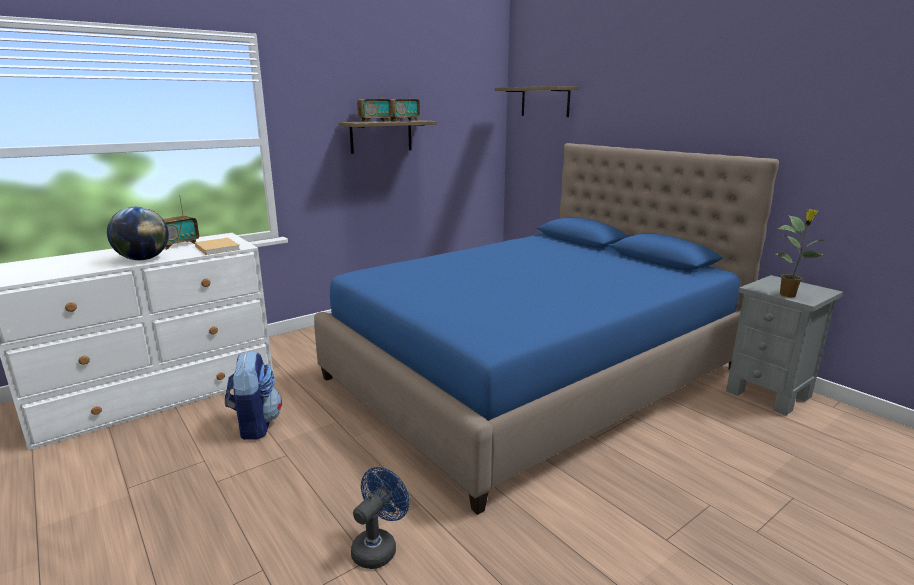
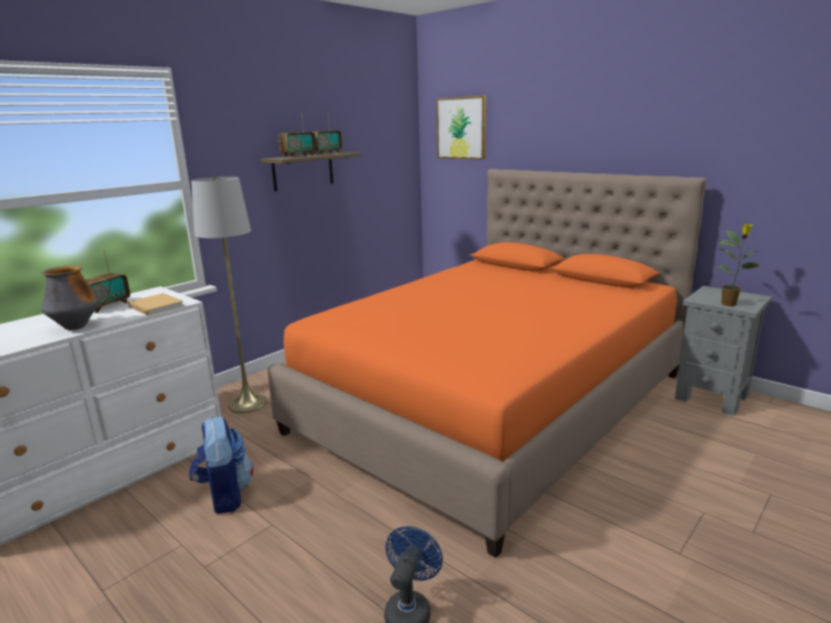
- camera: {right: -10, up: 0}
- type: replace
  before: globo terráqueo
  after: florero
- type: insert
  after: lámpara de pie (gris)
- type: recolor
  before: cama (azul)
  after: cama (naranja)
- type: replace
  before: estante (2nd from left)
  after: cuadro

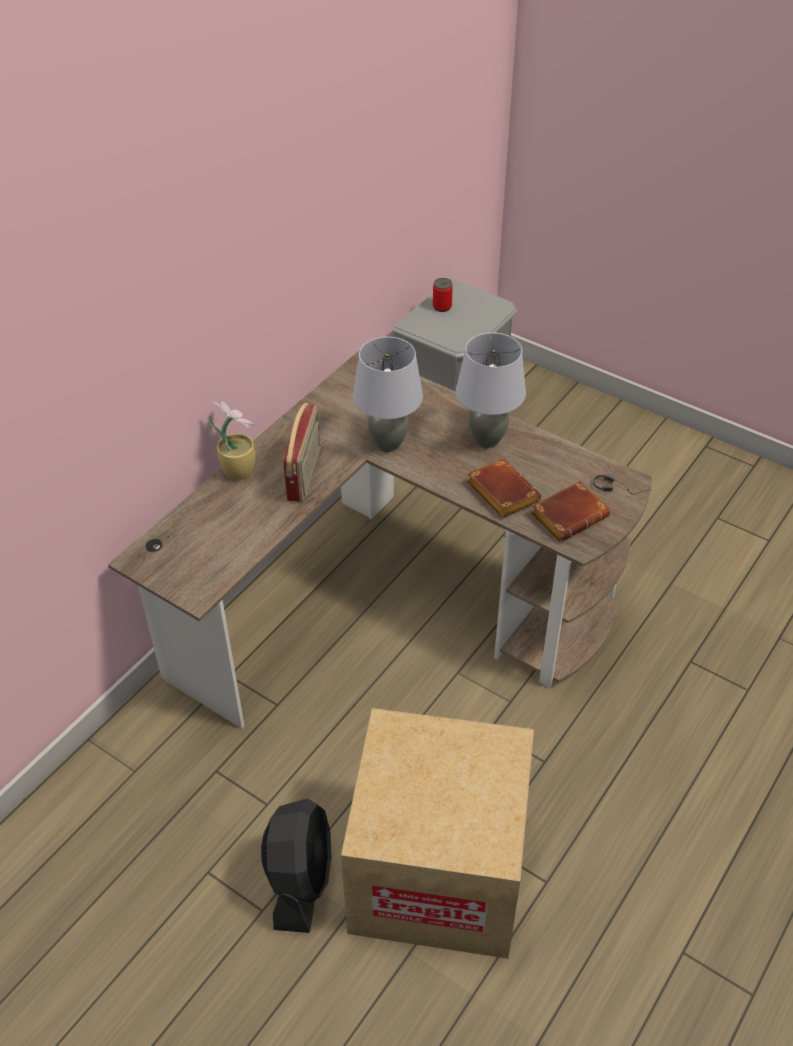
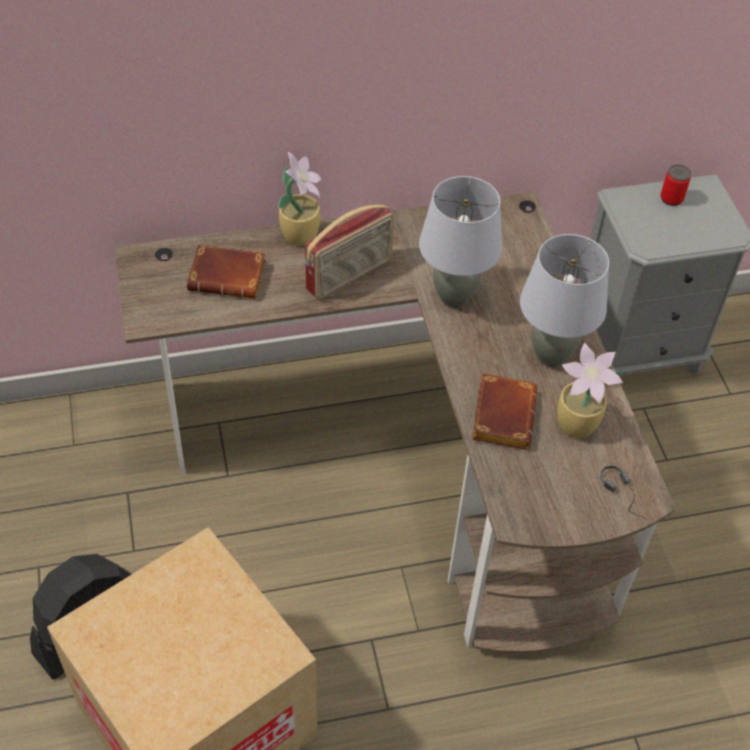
- camera: {right: 40, up: 5}
- type: move
  before: libro (marrón) (2nd from left in the first image)
  after: libro (marrón) (1st from left)
- type: insert
  after: planta en maceta (2nd from left)

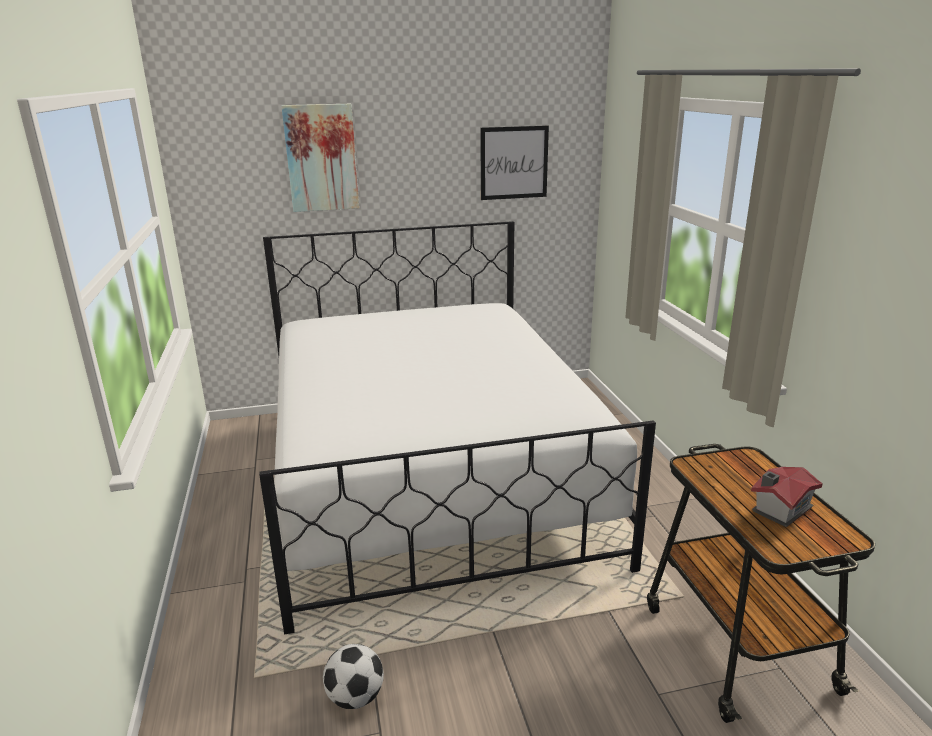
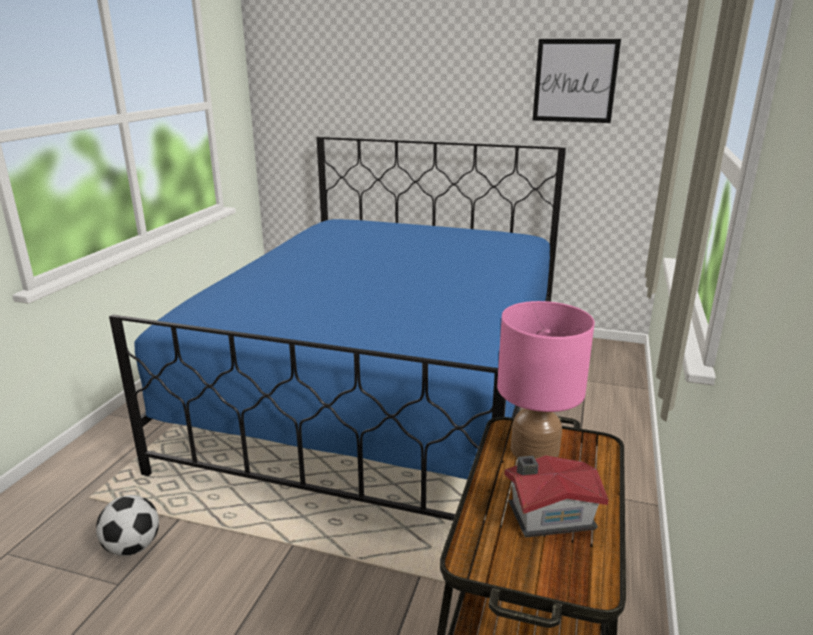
- camera: {right: 30, up: 0}
- type: recolor
  before: cama (blanco)
  after: cama (azul)
- type: insert
  after: lámpara de mesa (rosa)
- type: delete
  before: cuadro (1st from left)

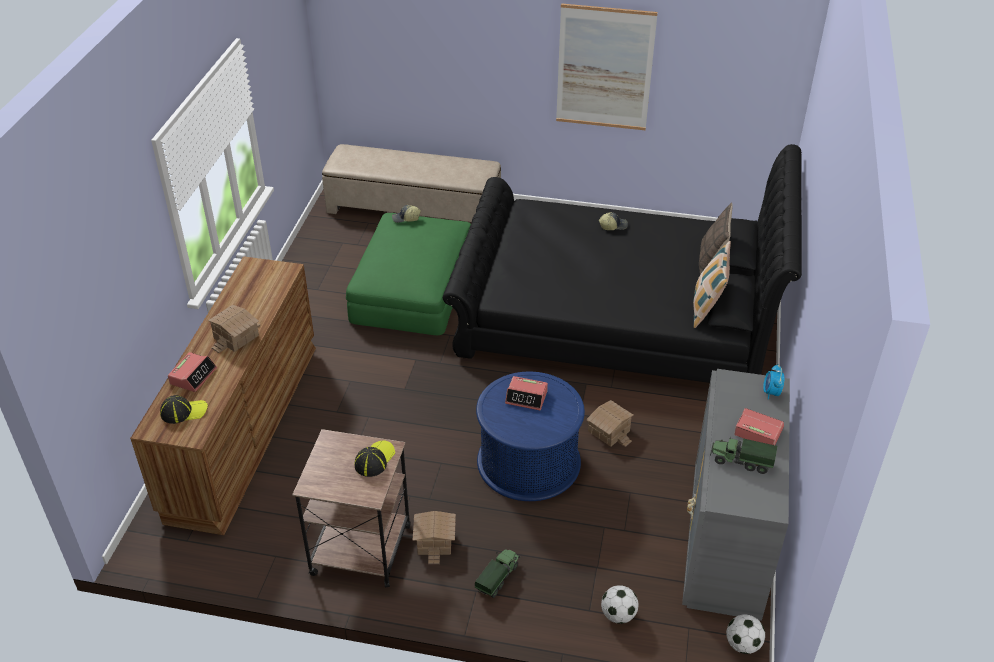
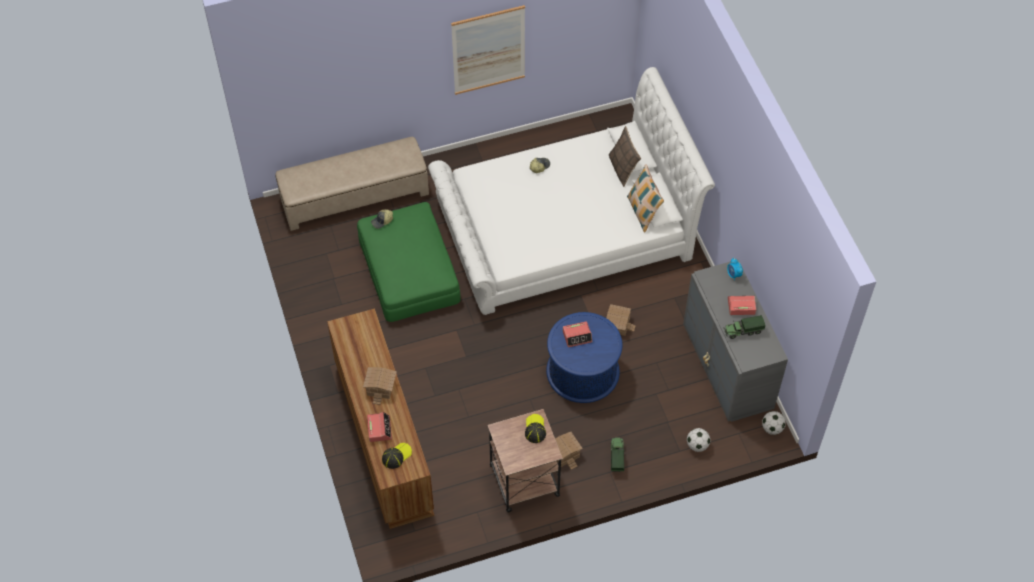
- camera: {right: -30, up: 15}
- type: recolor
  before: cama (negro)
  after: cama (blanco)

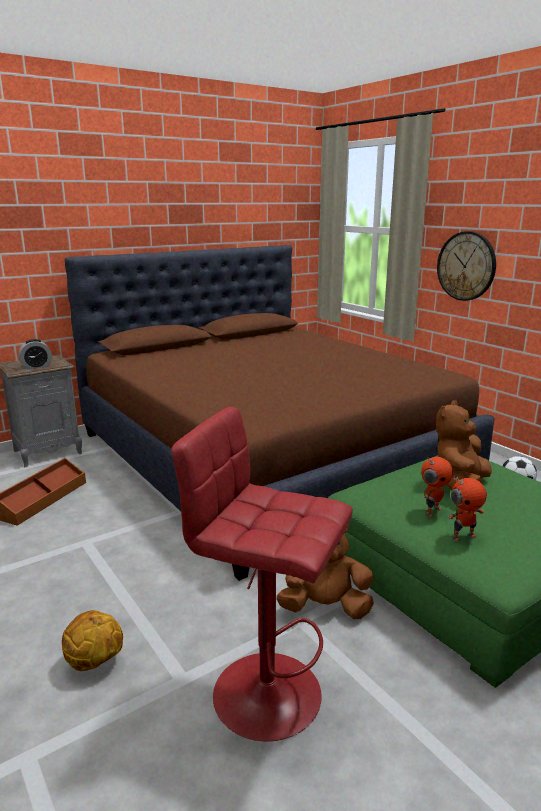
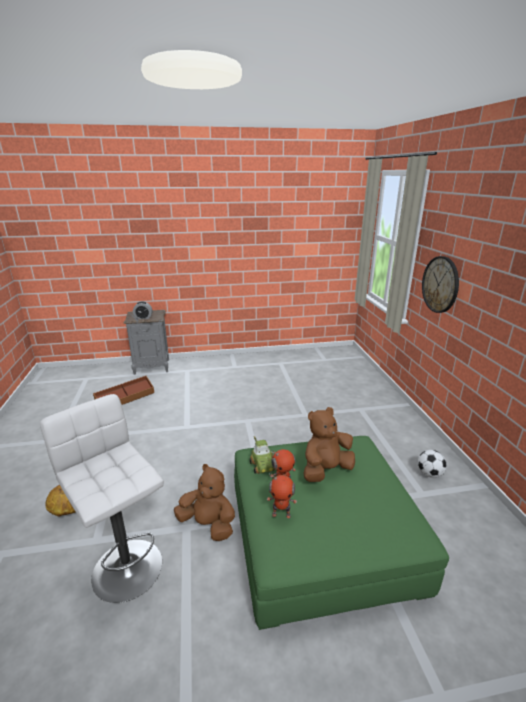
- camera: {right: 25, up: 5}
- type: recolor
  before: taburete (rojo)
  after: taburete (blanco)
- type: insert
  after: coche de juguete
- type: delete
  before: cama (marrón)

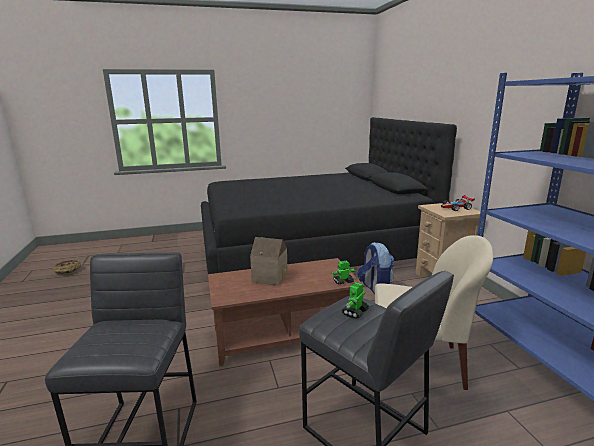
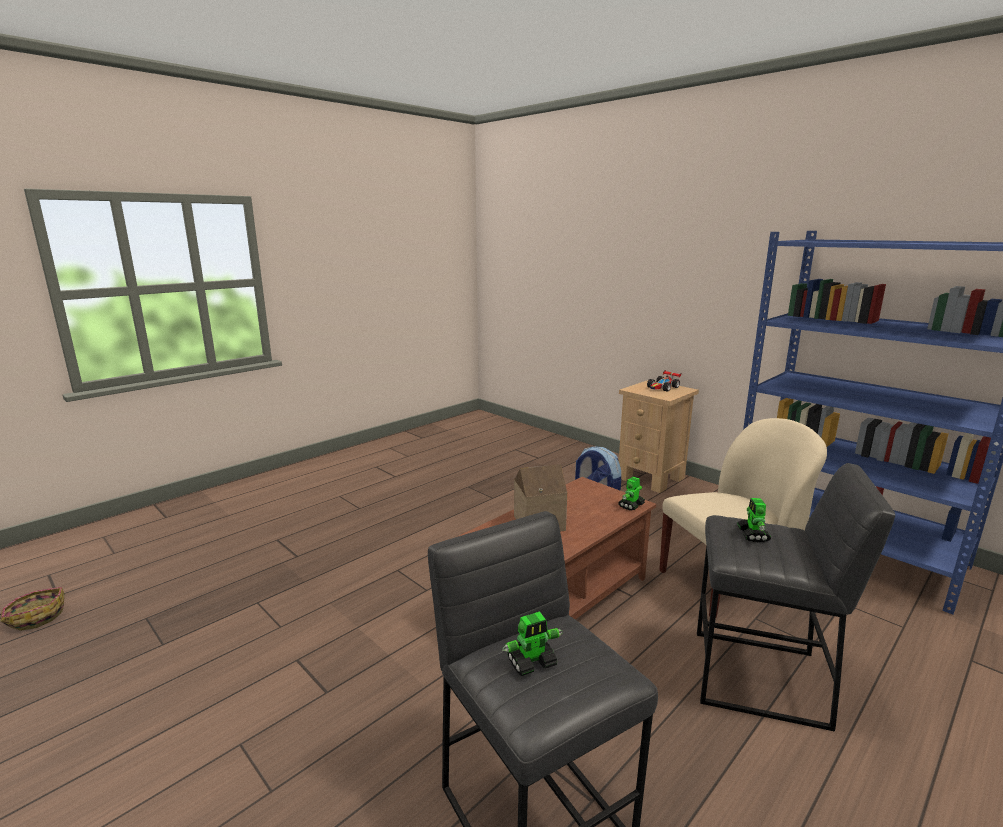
- camera: {right: -30, up: 0}
- type: insert
  after: robot de juguete (1st from left)
- type: delete
  before: cama (negro)

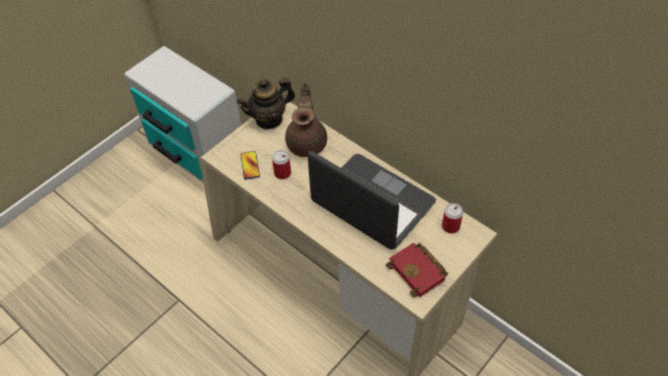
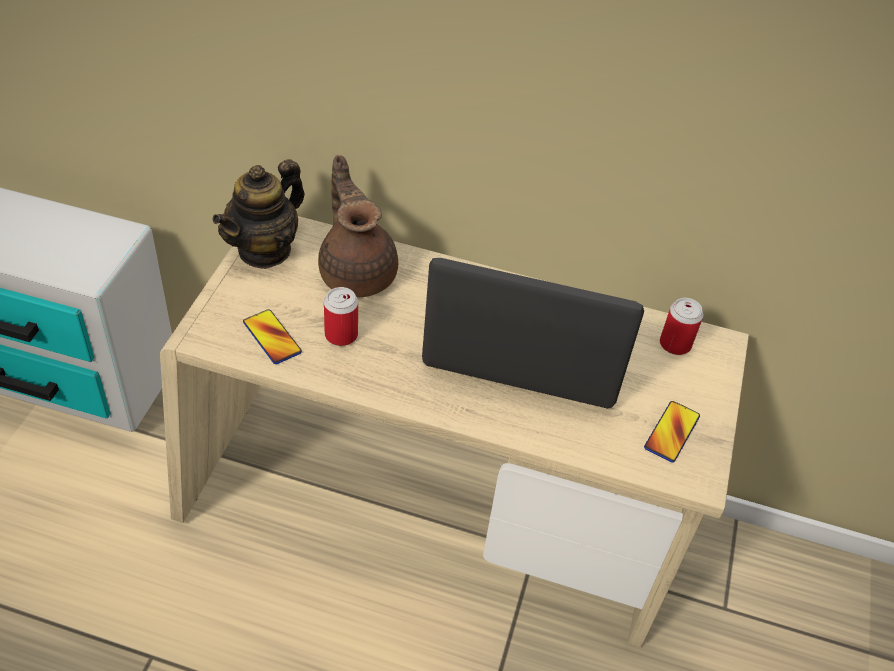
- camera: {right: -30, up: -5}
- type: replace
  before: libro (rojo)
  after: móvil (2nd from left)

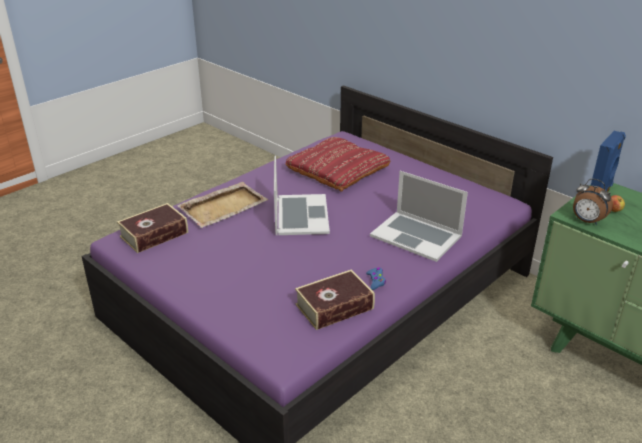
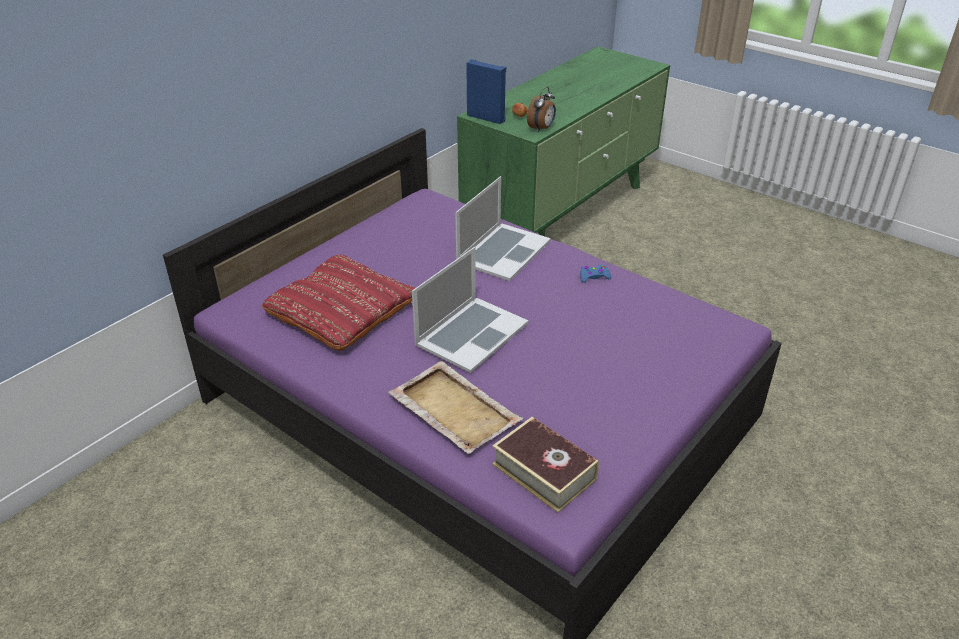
- camera: {right: -95, up: 5}
- type: rotate
  before: portátil (1st from left)
  turn: 135
- type: delete
  before: libro (2nd from left)

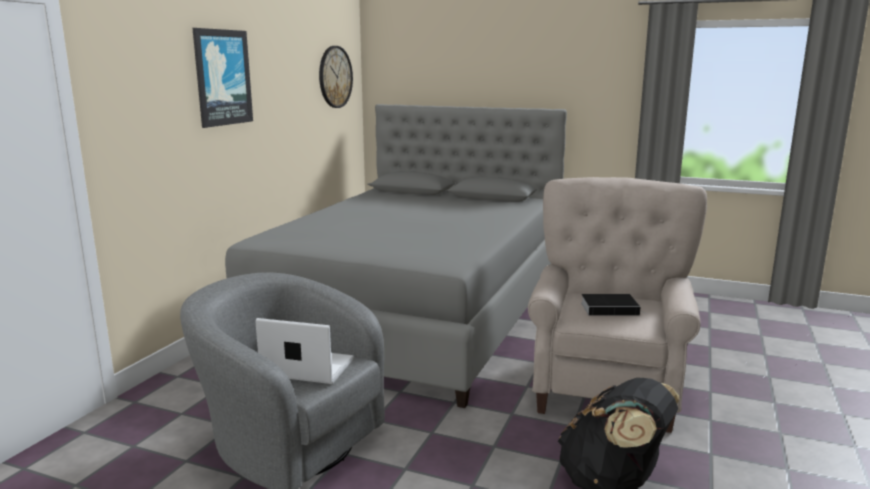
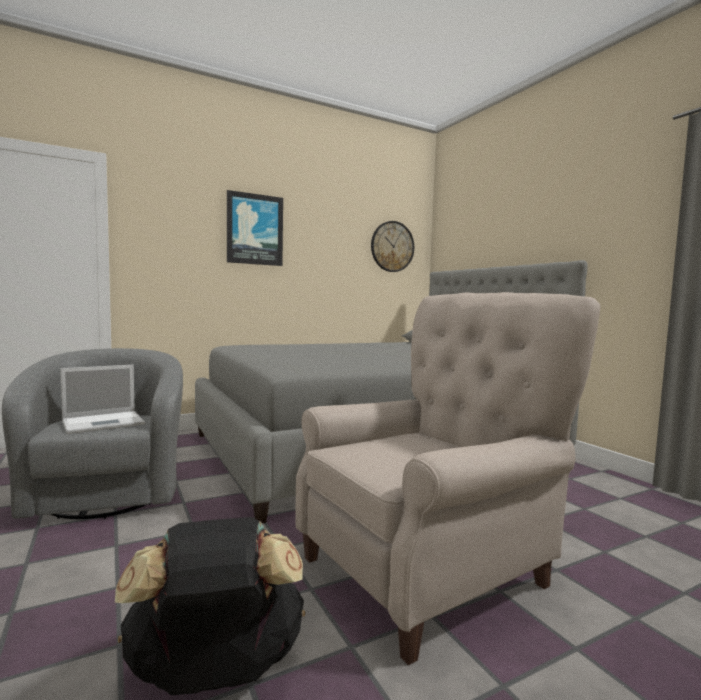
- camera: {right: 40, up: -10}
- type: rotate
  before: portátil
  turn: 90
- type: delete
  before: libro

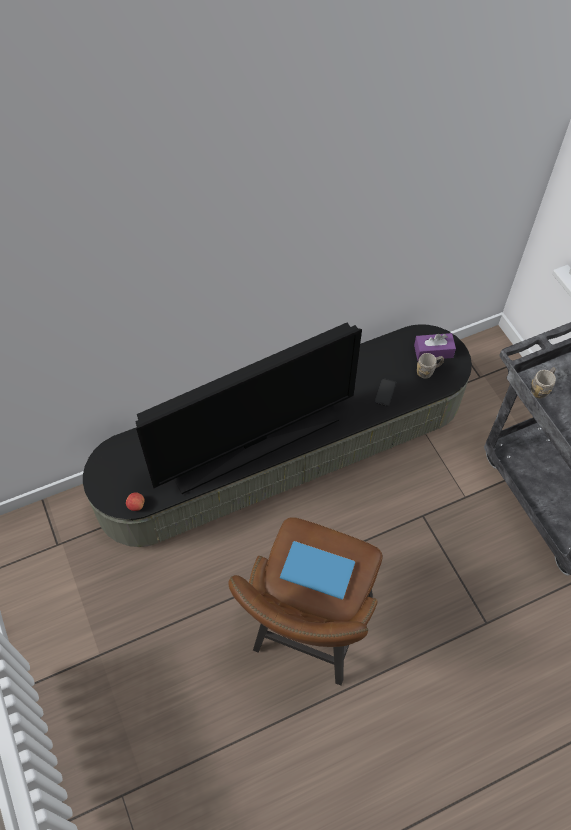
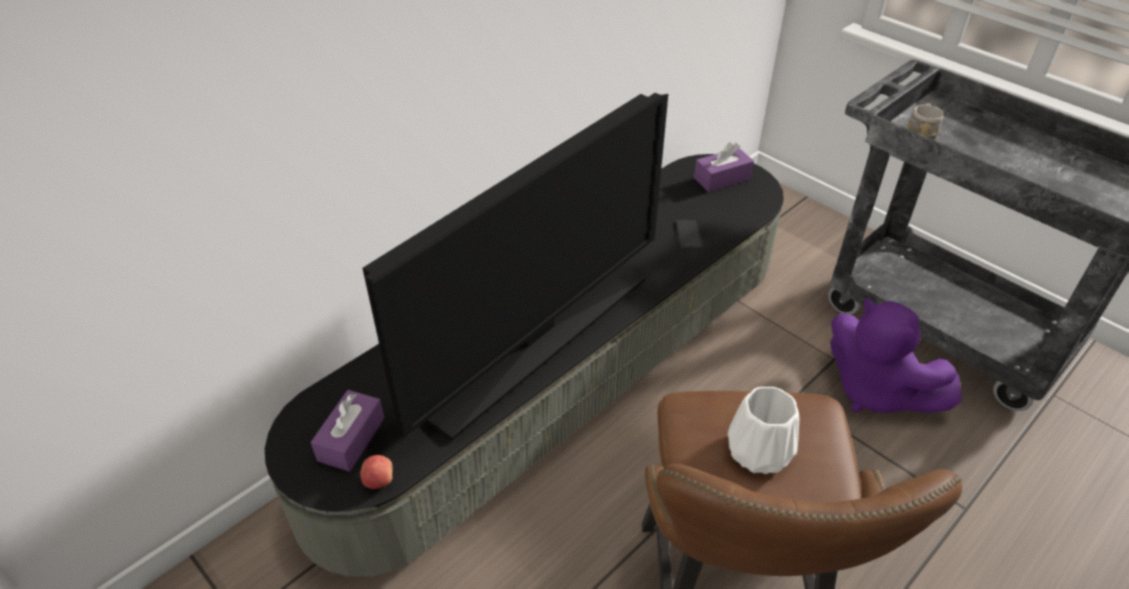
- camera: {right: -20, up: -15}
- type: insert
  after: caja de pañuelos (morado) (1st from left)
- type: replace
  before: libro (azul)
  after: florero (blanco)
- type: insert
  after: peluche (morado)
- type: delete
  before: taza grande (gris) (1st from left)

